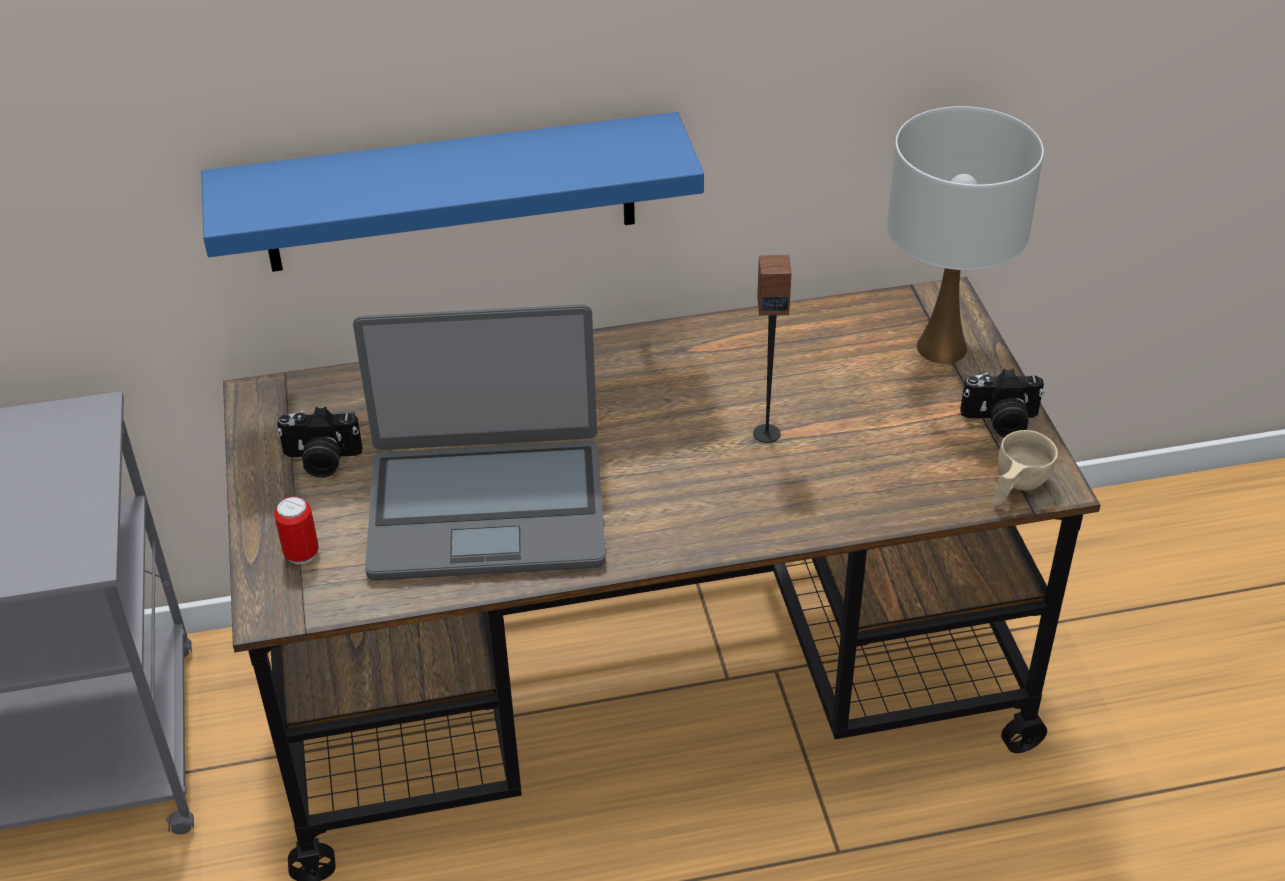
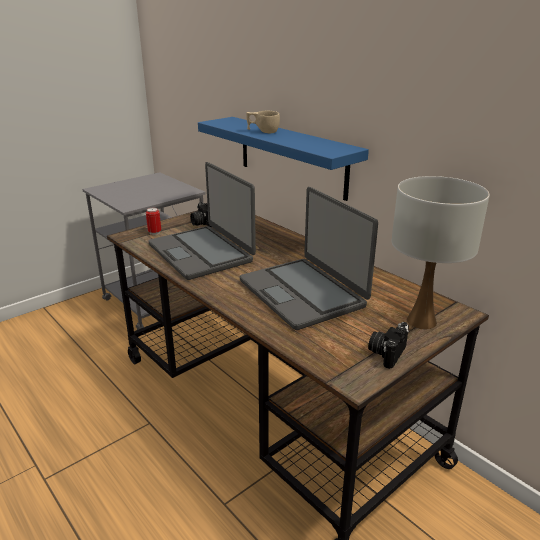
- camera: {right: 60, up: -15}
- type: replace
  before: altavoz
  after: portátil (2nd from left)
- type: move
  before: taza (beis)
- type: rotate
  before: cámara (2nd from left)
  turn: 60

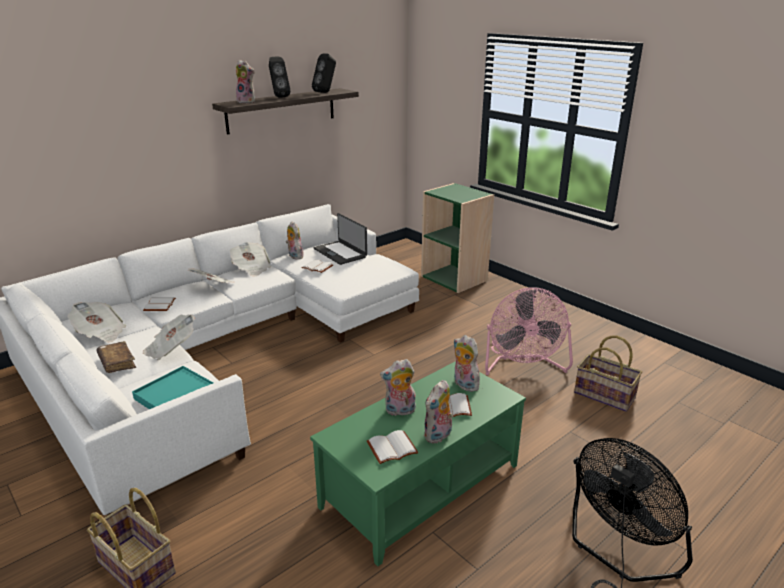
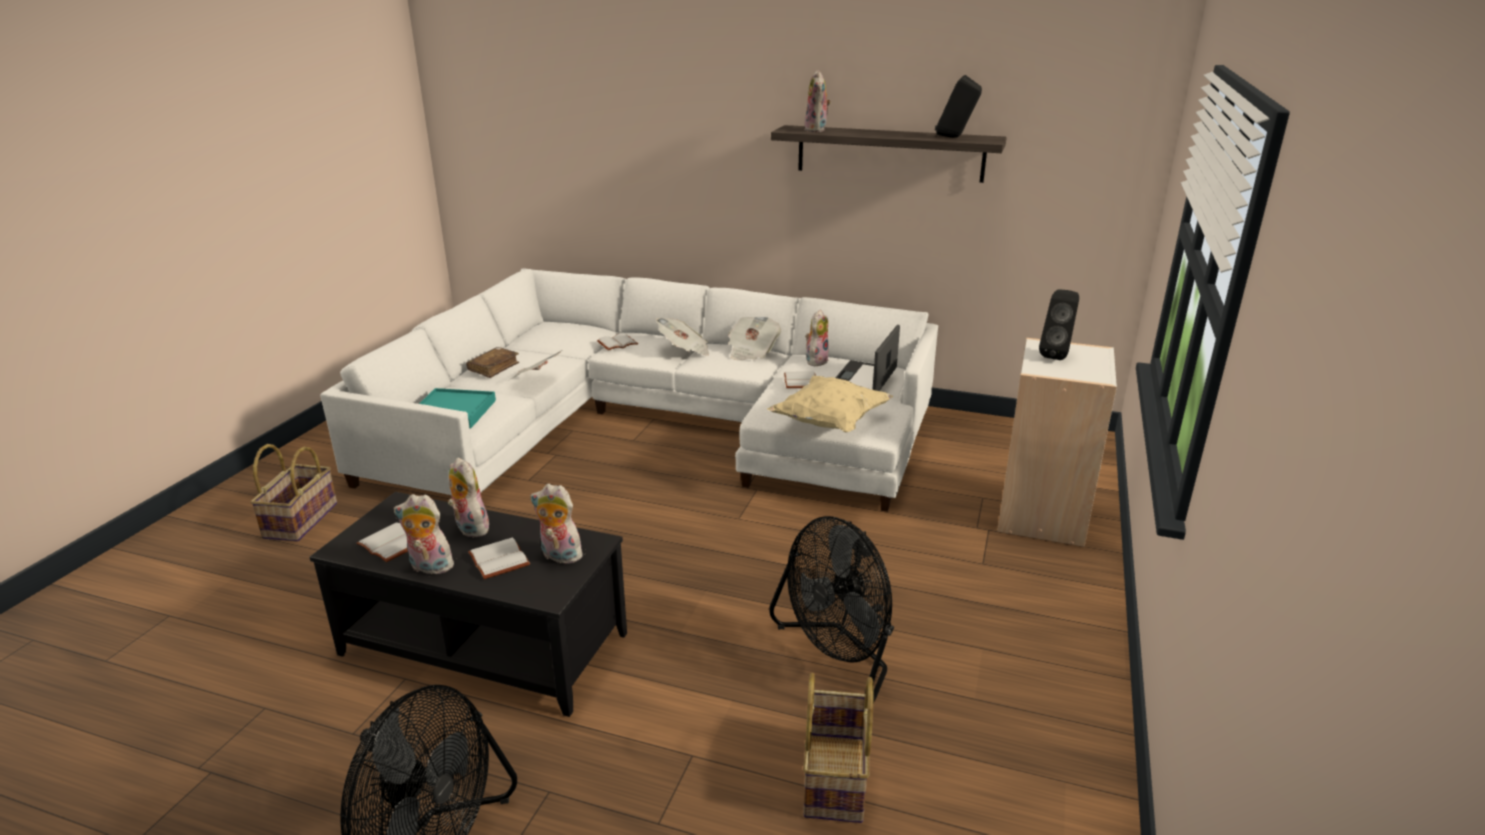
- camera: {right: 60, up: 0}
- type: recolor
  before: mesa de centro (verde)
  after: mesa de centro (negro)
- type: rotate
  before: peluche (5th from left in the first image)
  turn: -90
- type: insert
  after: cojín (beis)
- type: recolor
  before: ventilador (rosa)
  after: ventilador (negro) (2nd from left)
- type: recolor
  before: estantería (verde)
  after: estantería (blanco)
- type: move
  before: altavoz (negro) (1st from left in the first image)
  after: altavoz (negro) (2nd from left)
- type: delete
  before: periódico (1st from left)

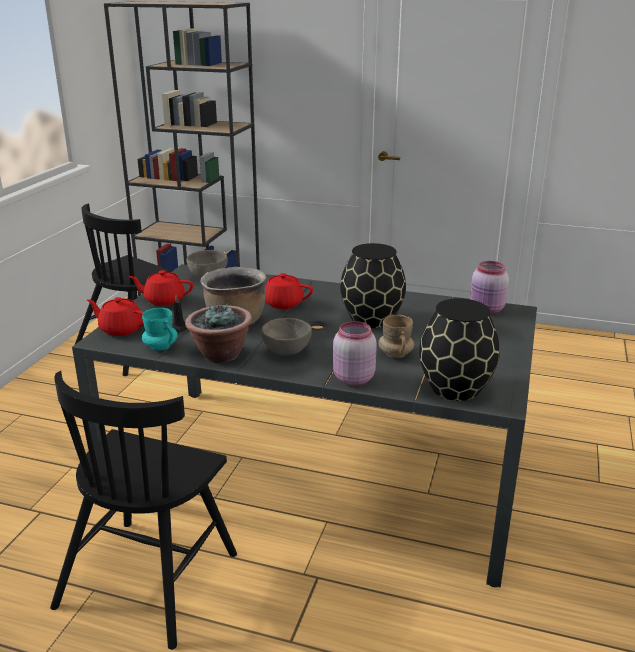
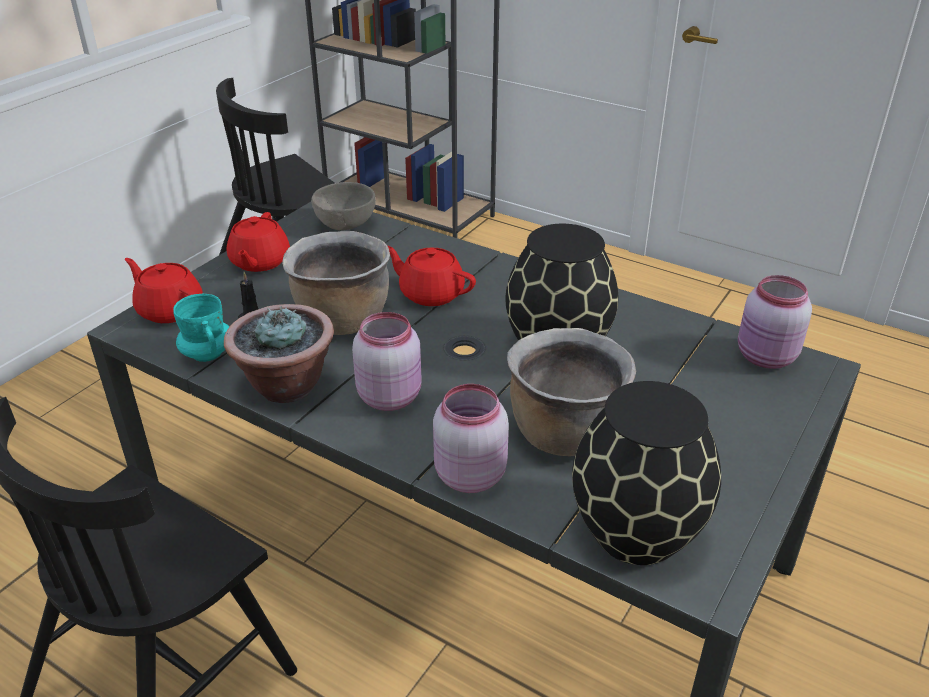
- camera: {right: 15, up: 10}
- type: rotate
  before: tetera (rojo) (2nd from left)
  turn: -105
- type: replace
  before: cuenco (gris) (2nd from left)
  after: tarro (rosa) (1st from left)
- type: replace
  before: taza grande (beis)
  after: olla (marrón) (2nd from left)

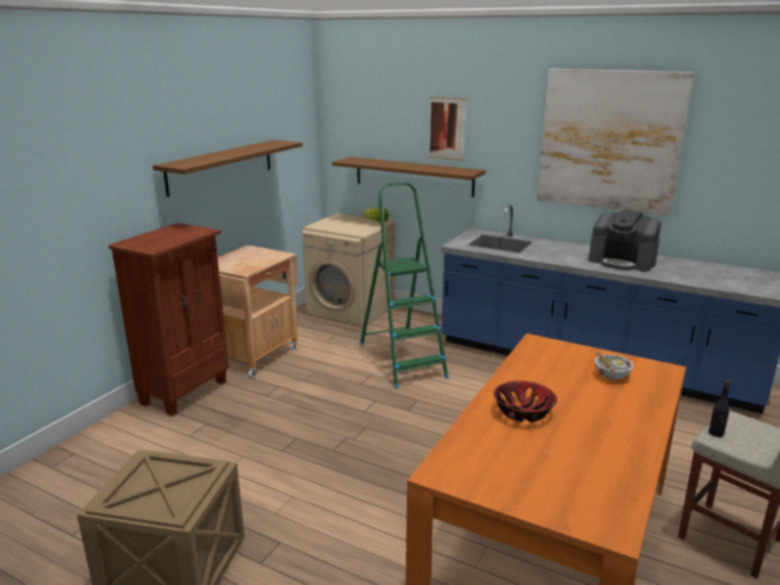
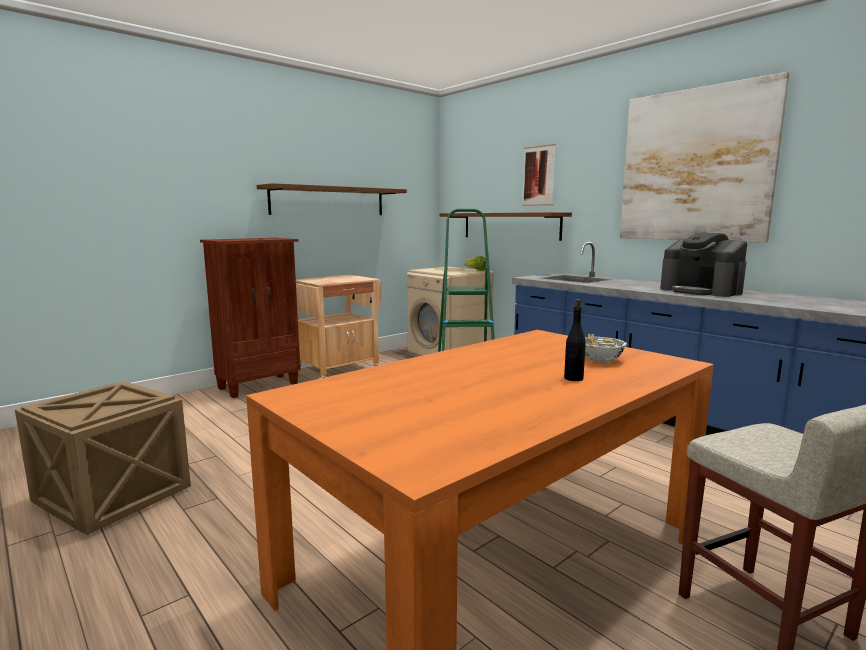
- camera: {right: 20, up: -10}
- type: move
  before: botella (negro)
- type: delete
  before: cuenco (1st from left)

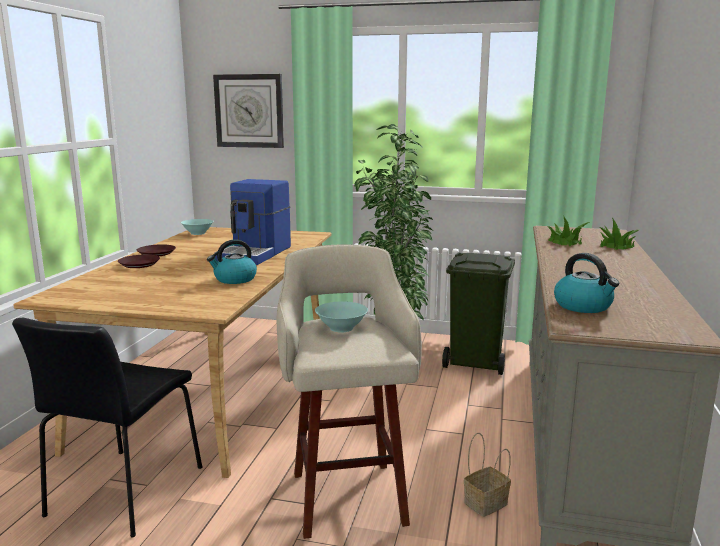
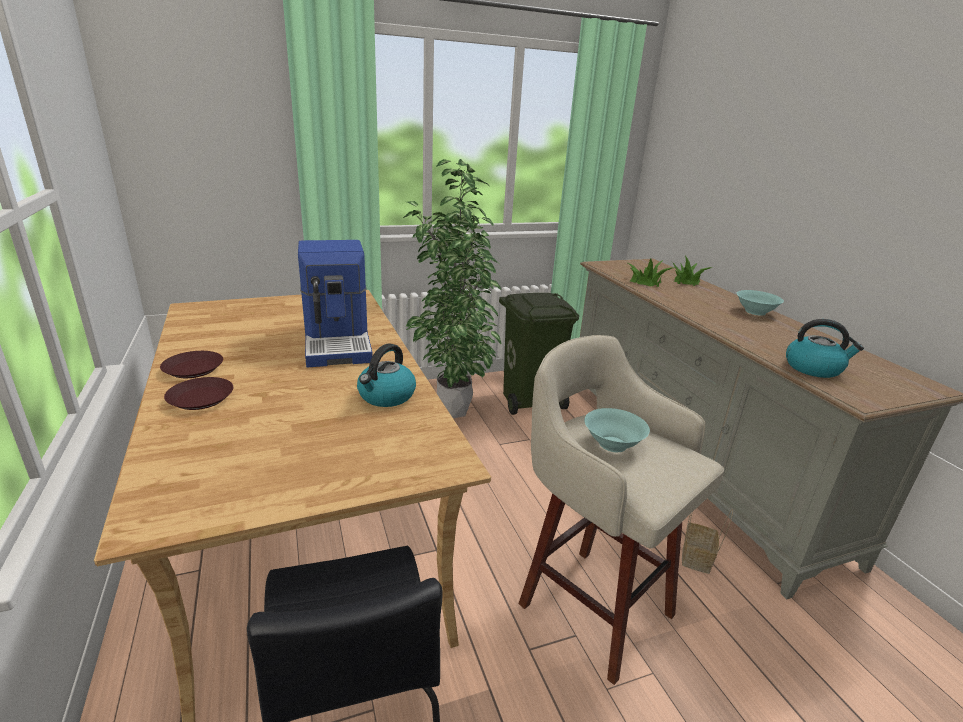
- camera: {right: -35, up: 10}
- type: move
  before: cuenco (turquesa) (1st from left in the first image)
  after: cuenco (turquesa) (2nd from left)
- type: delete
  before: reloj de pared

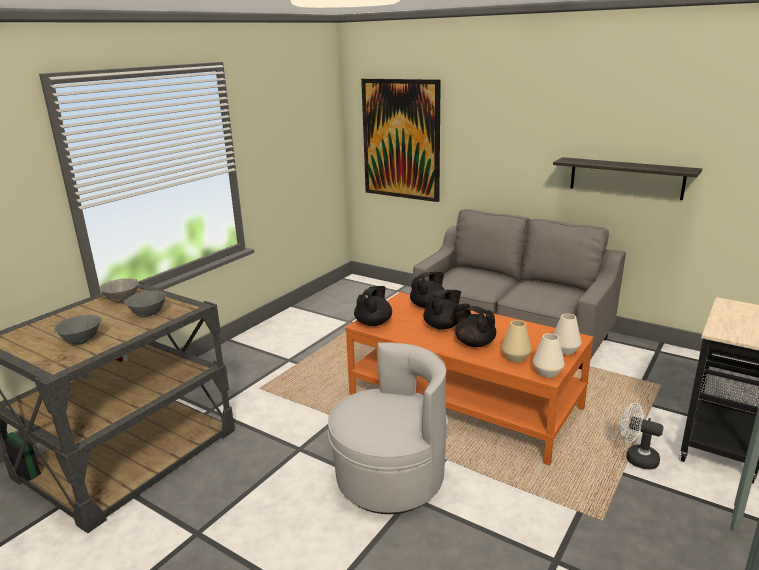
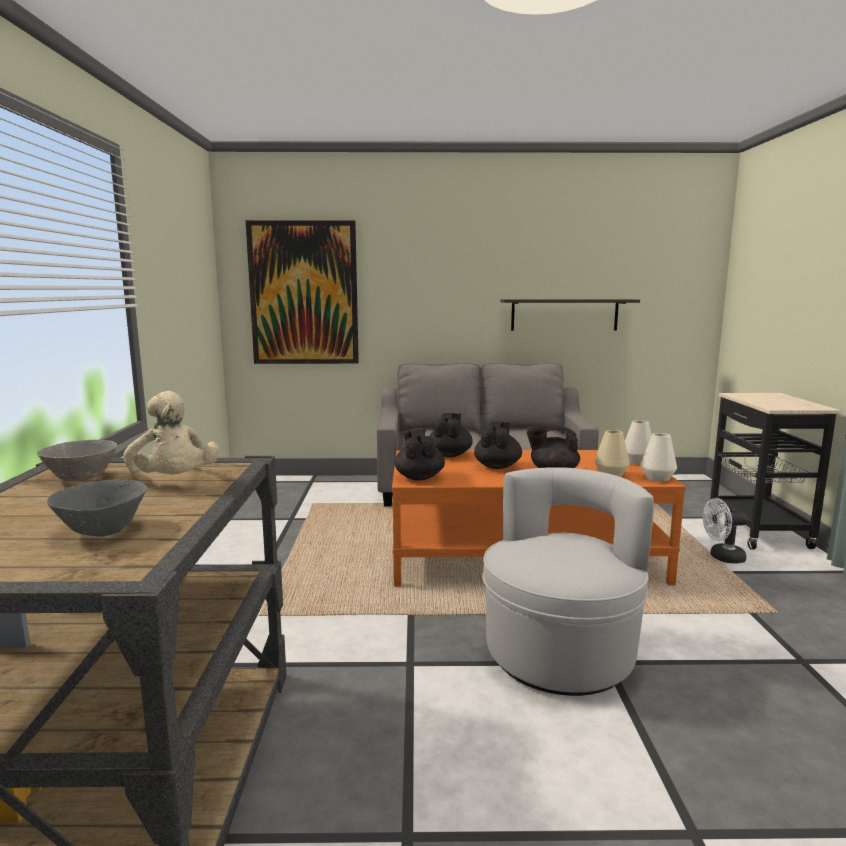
- camera: {right: -35, up: -10}
- type: replace
  before: cuenco (gris) (3rd from left)
  after: peluche (beis)

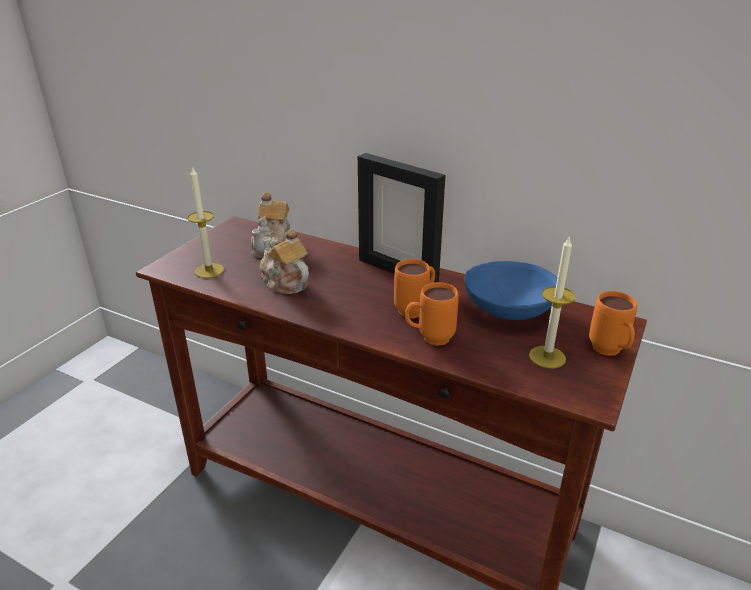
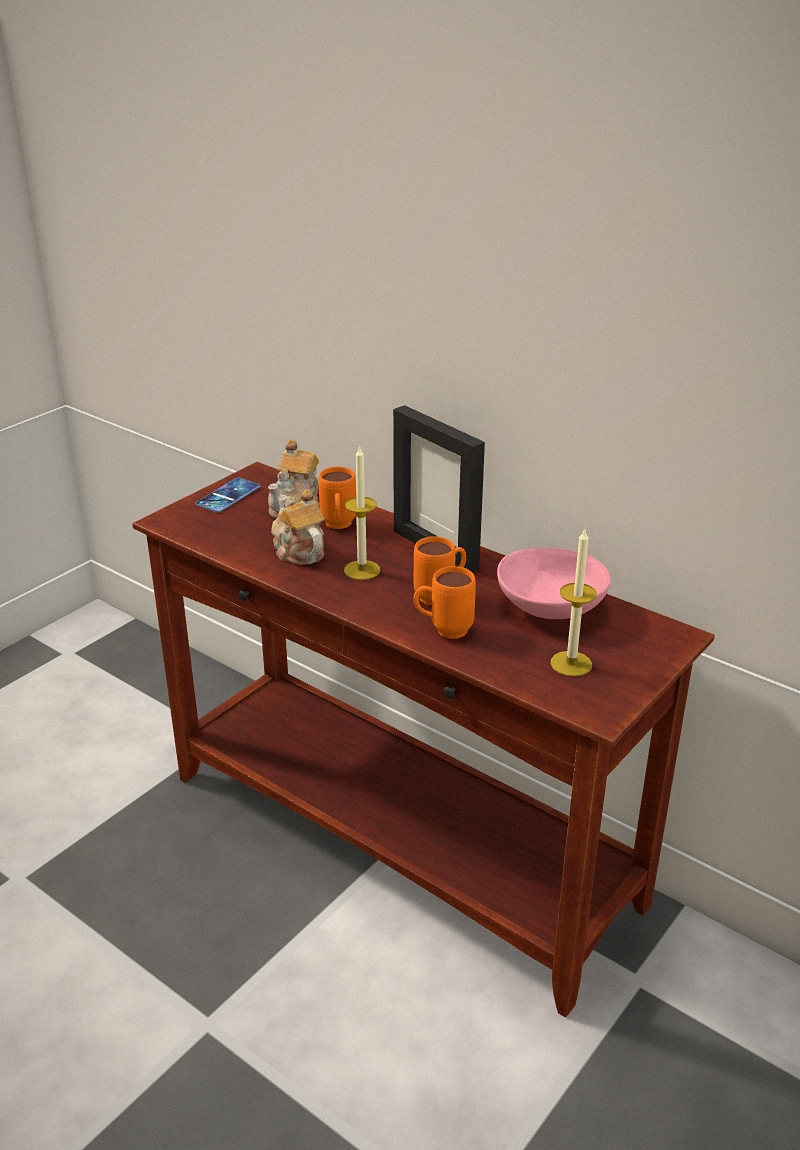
- camera: {right: 10, up: 0}
- type: insert
  after: móvil
- type: move
  before: taza grande (naranja) (3rd from left in the first image)
  after: taza grande (naranja) (1st from left)
- type: move
  before: vela (1st from left)
- type: recolor
  before: cuenco (azul)
  after: cuenco (rosa)

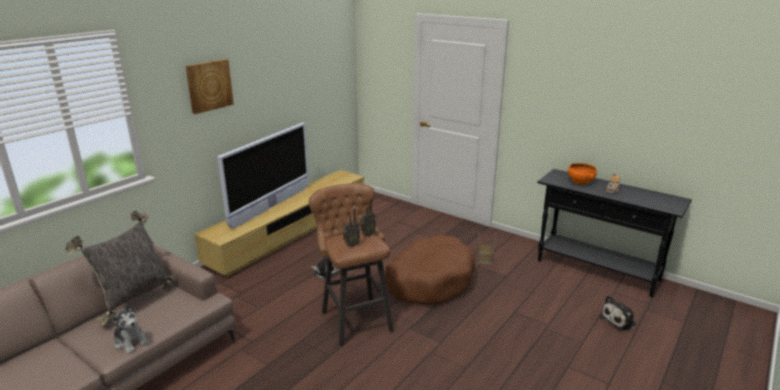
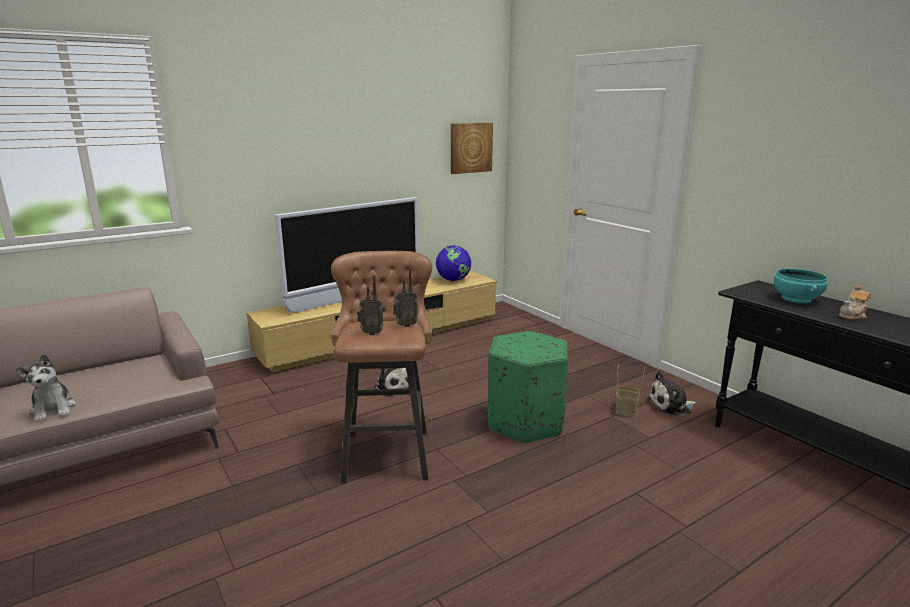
- camera: {right: 20, up: -5}
- type: insert
  after: globo terráqueo
- type: move
  before: cuadro
- type: replace
  before: cama para perro (marrón)
  after: puf (verde)
- type: move
  before: peluche (3rd from left)
- type: recolor
  before: cuenco (naranja)
  after: cuenco (turquesa)
- type: delete
  before: cojín

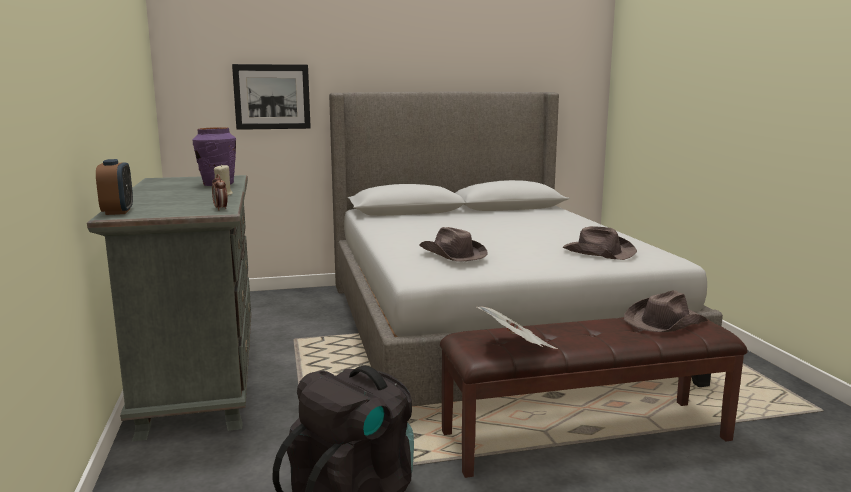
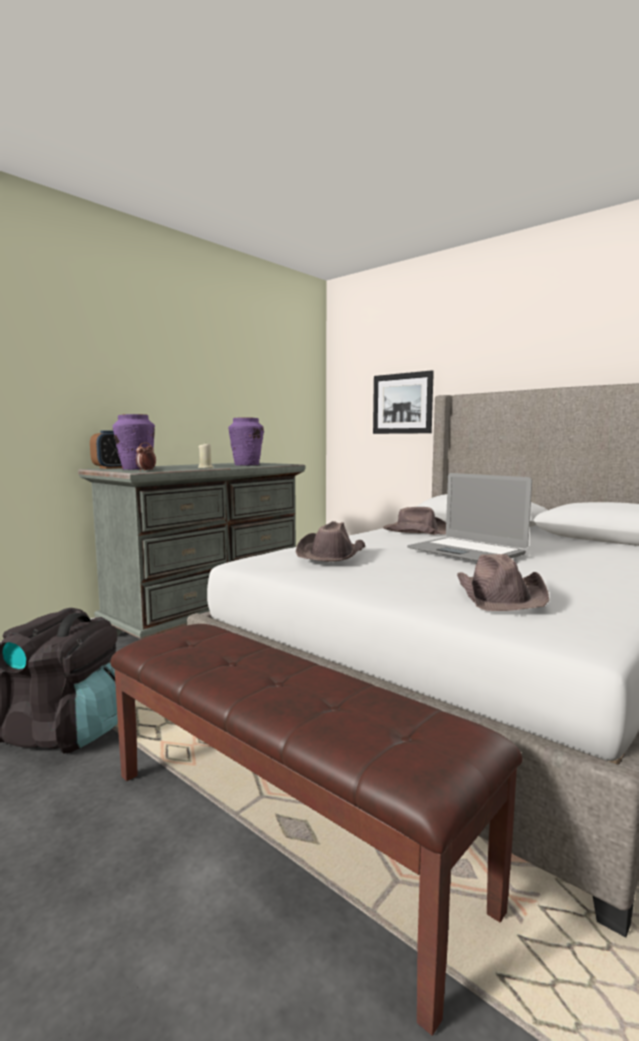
- camera: {right: 55, up: -5}
- type: insert
  after: florero (morado) (1st from left)
- type: move
  before: sombrero (marrón) (3rd from left in the first image)
  after: sombrero (marrón) (2nd from left)
- type: insert
  after: portátil
- type: delete
  before: periódico

